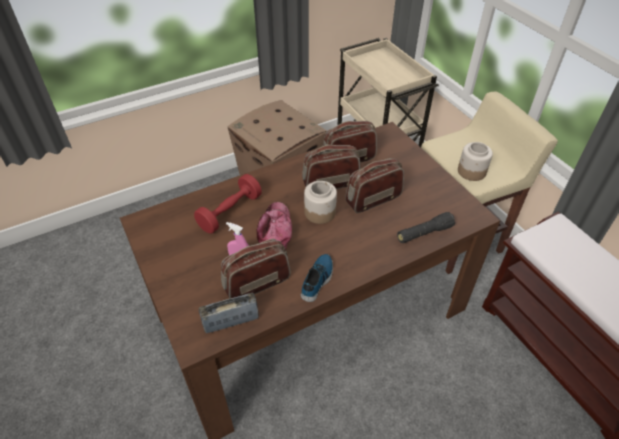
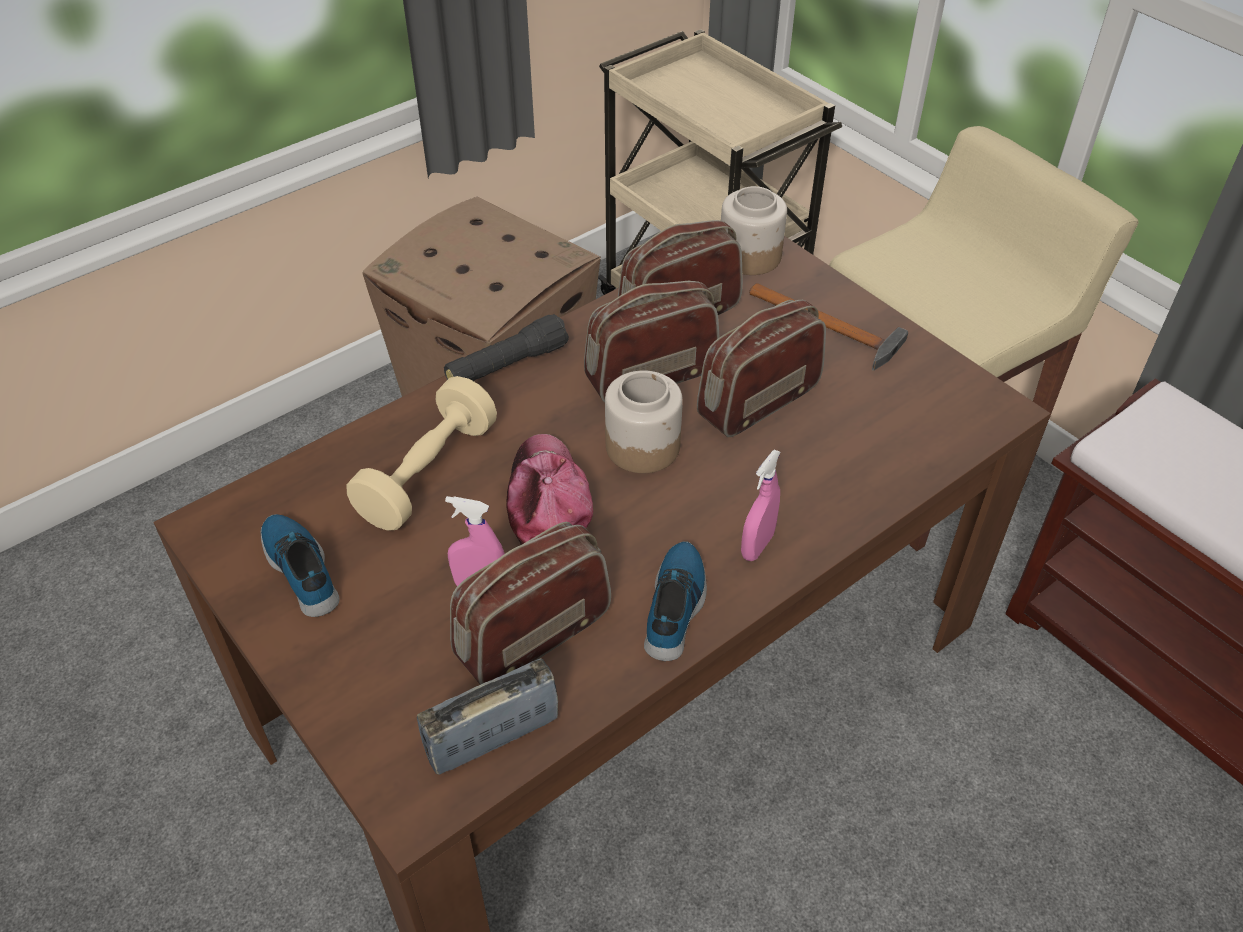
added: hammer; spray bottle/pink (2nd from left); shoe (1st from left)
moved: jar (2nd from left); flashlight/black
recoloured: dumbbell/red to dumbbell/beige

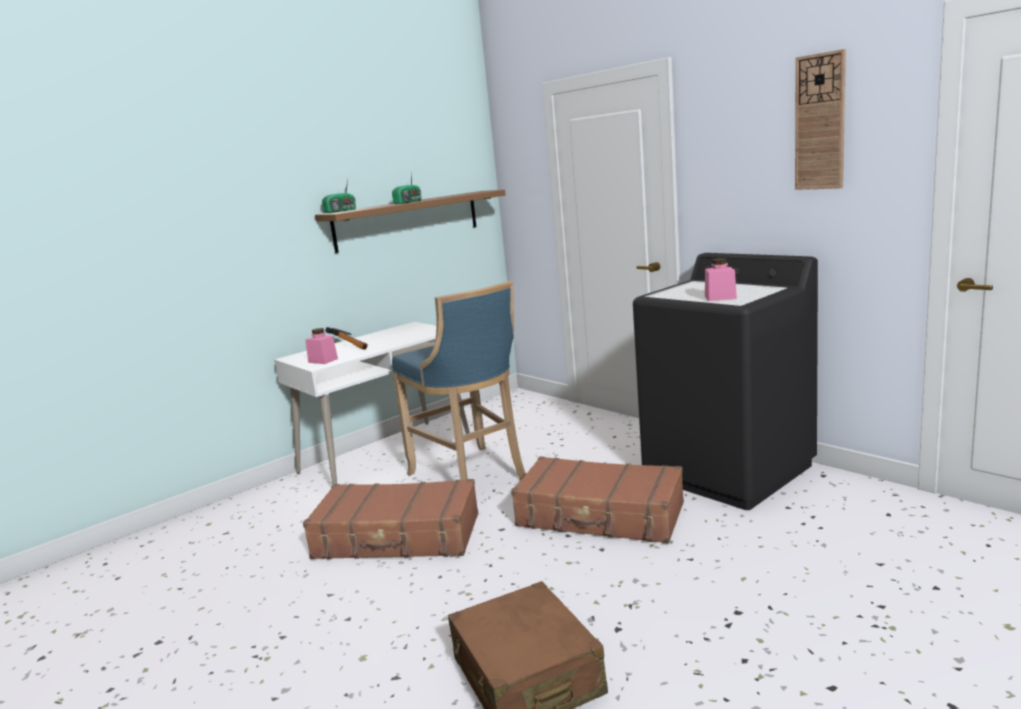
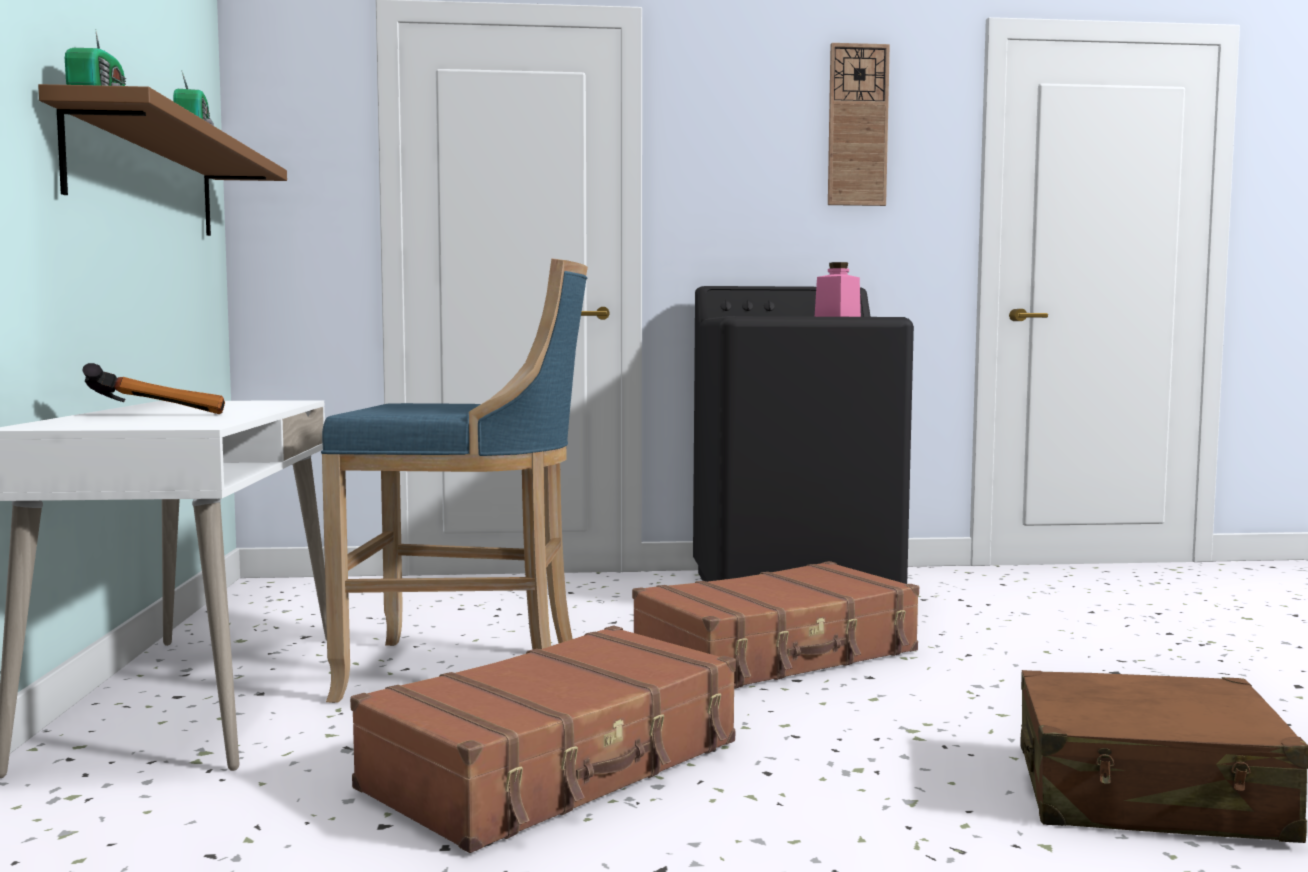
removed: jar/pink (1st from left)

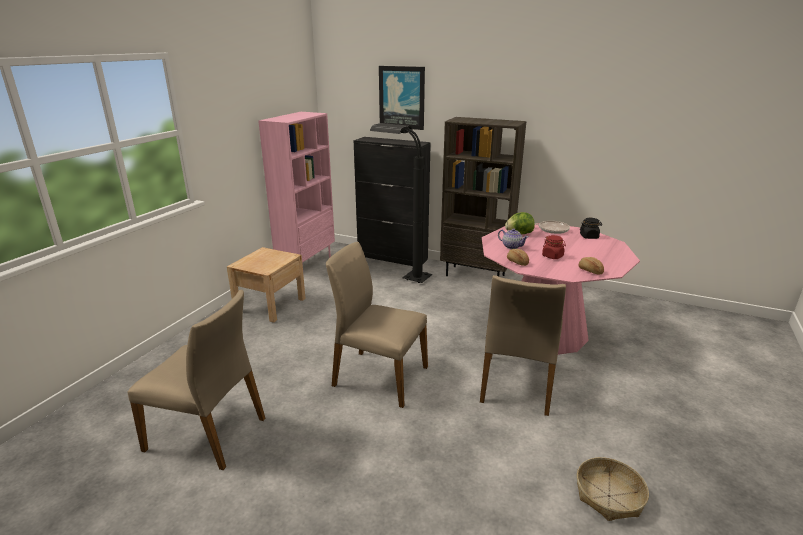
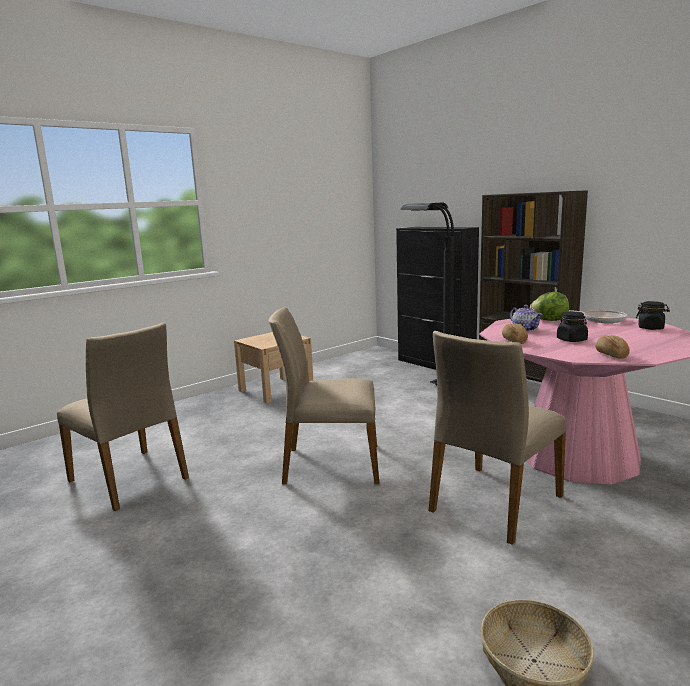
removed: picture; bookcase/pink
recoloured: jar/red to jar/black (1st from left)
turned: chair/beige (2nd from left) 45 degrees counterclockwise

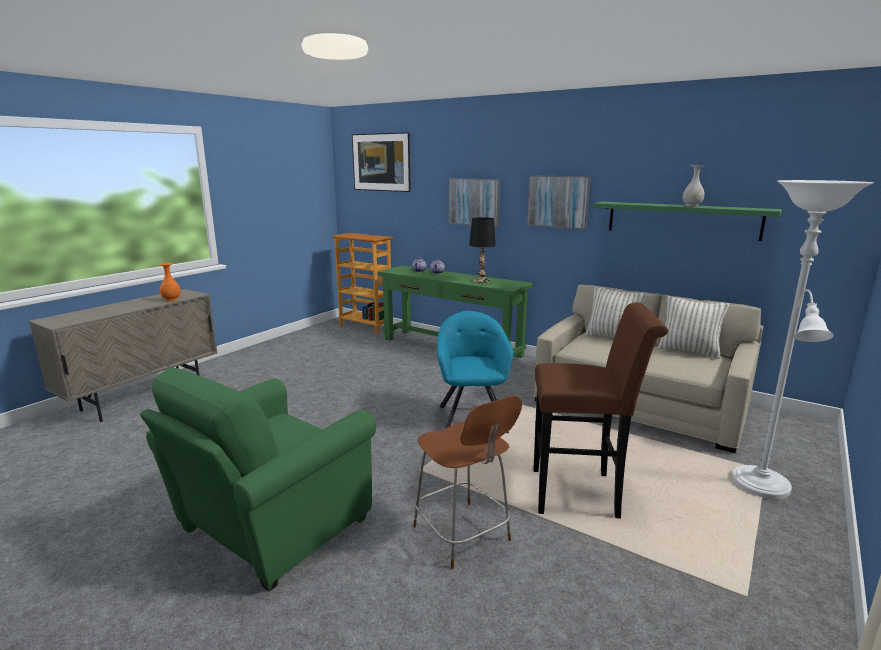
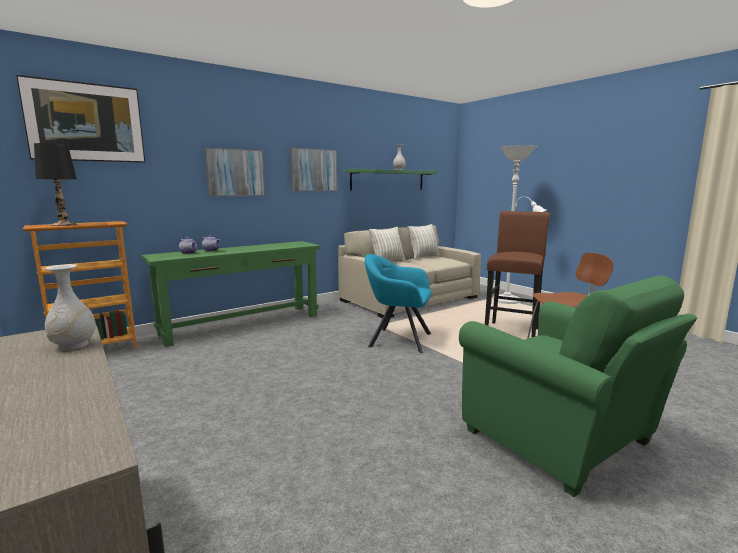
moved: table lamp/black
recoloured: vase/orange to vase/white (1st from left)

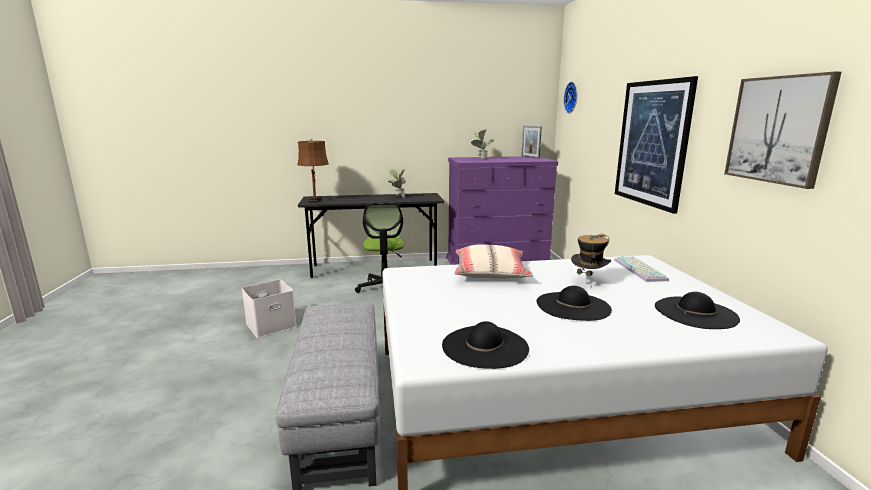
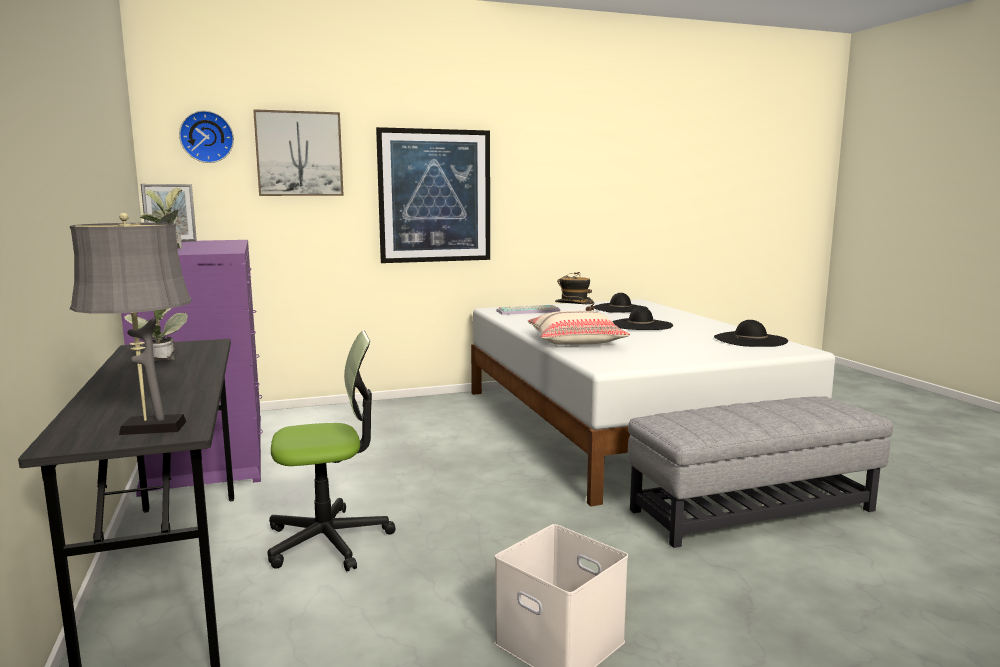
moved: picture (2nd from left in the first image) to picture (1st from left)
recoloured: table lamp/brown to table lamp/grey

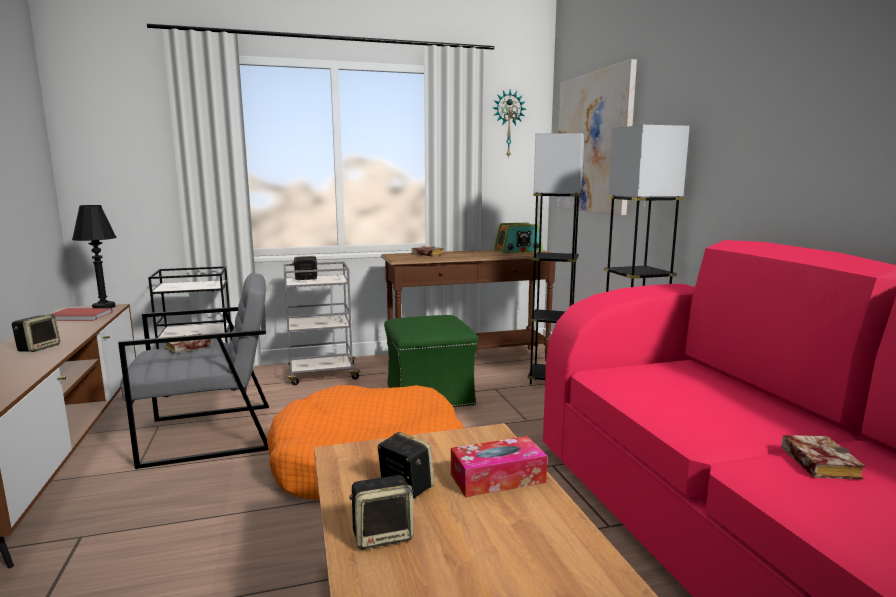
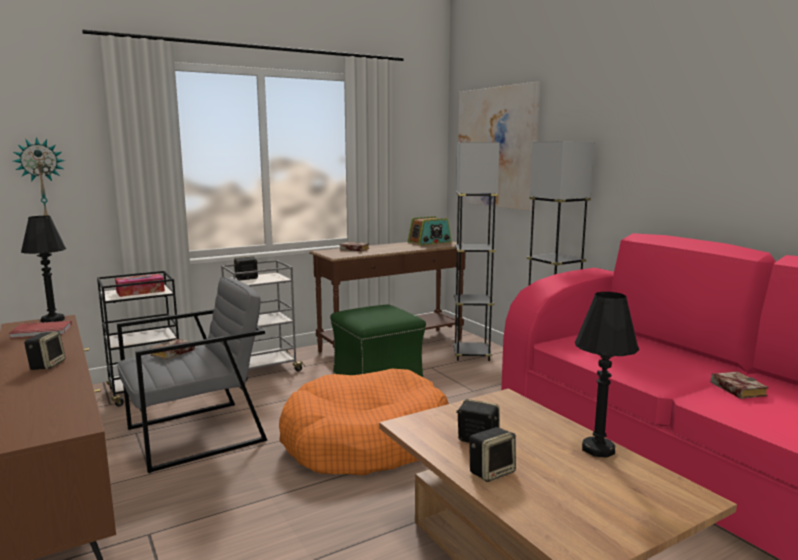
added: table lamp/black (2nd from left)
moved: wall clock; tissue box

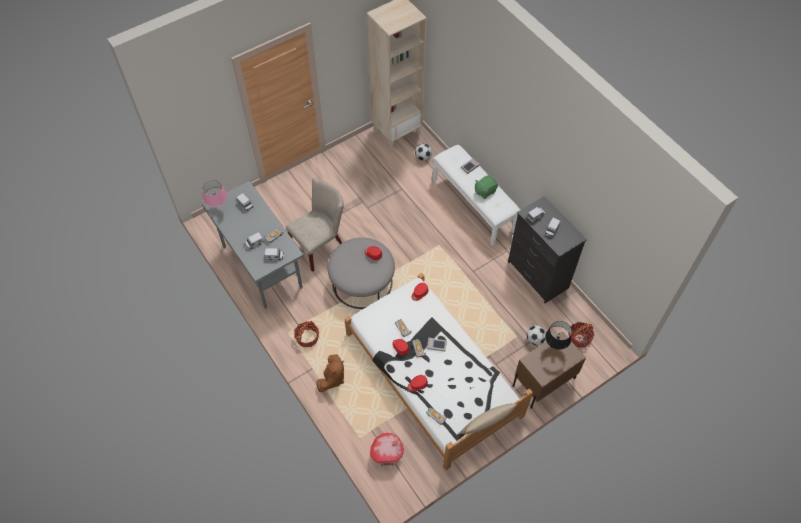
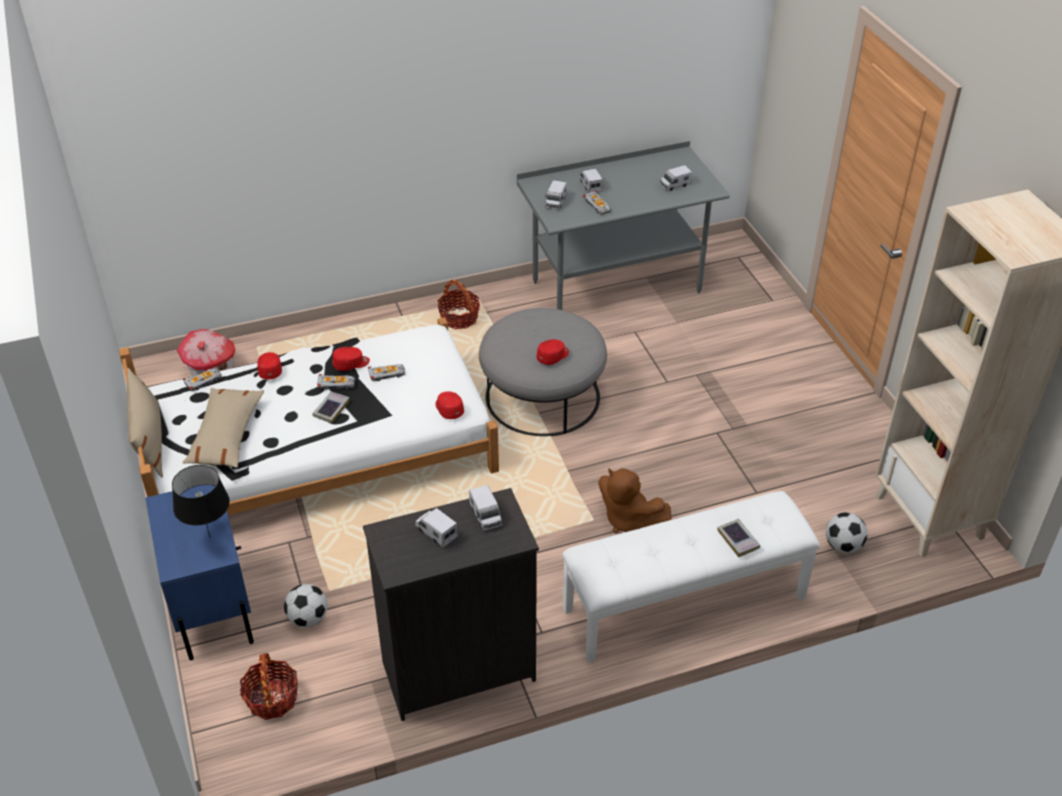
removed: plush toy/green; chair/beige; table lamp/pink
added: pillow/beige (2nd from left)
moved: plush toy/brown
recoloured: nightstand/brown to nightstand/blue

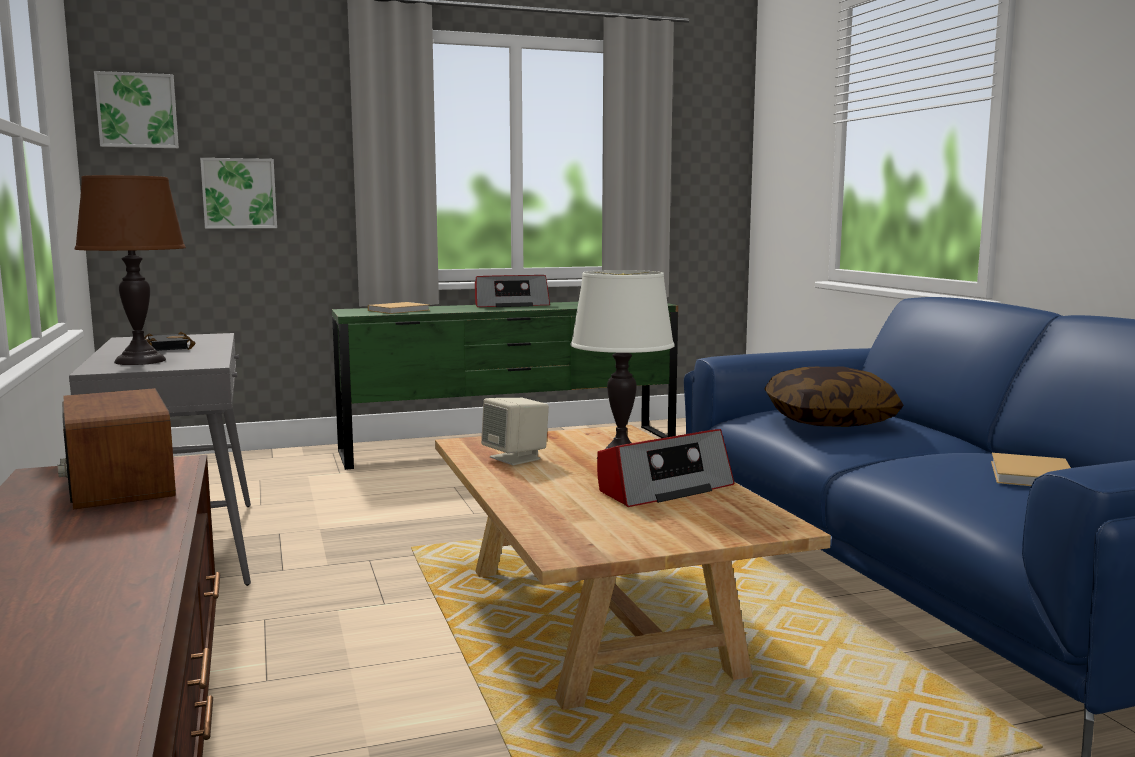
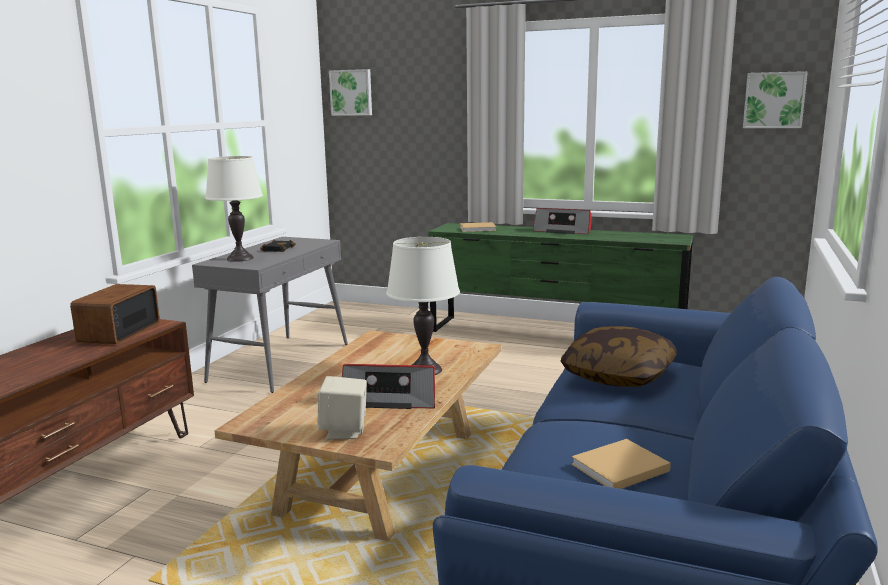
moved: picture (2nd from left); speaker/beige
recoloured: table lamp/brown to table lamp/white (1st from left)

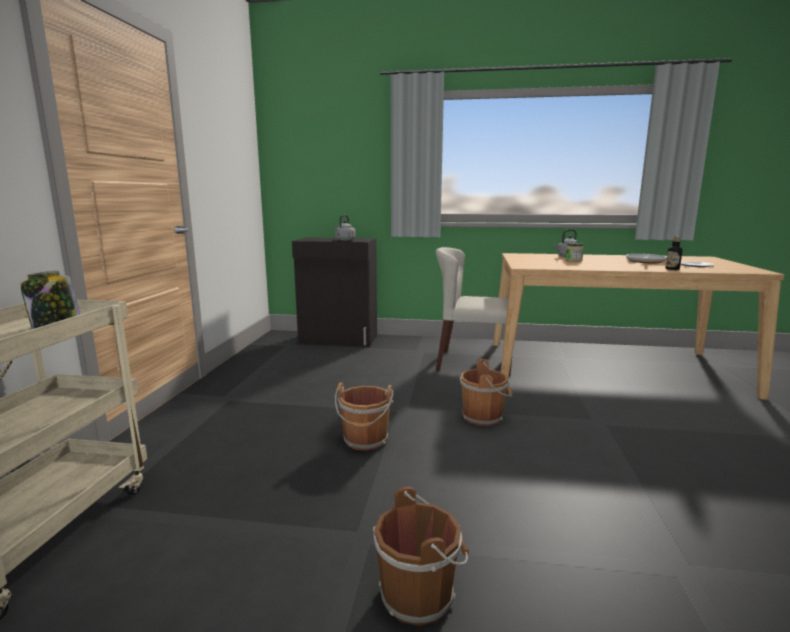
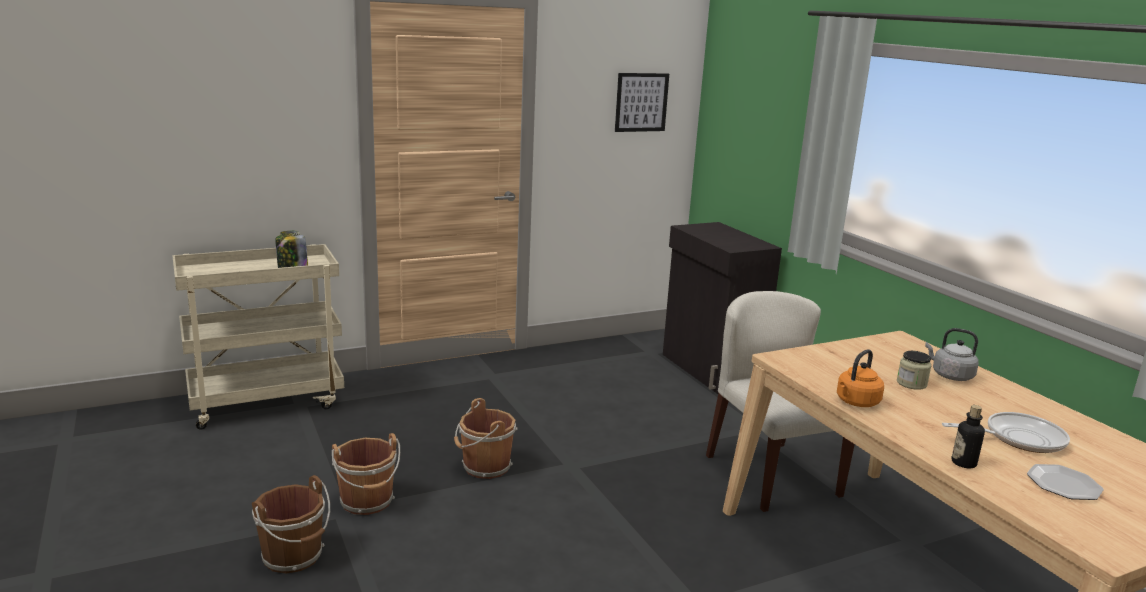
removed: kettle/grey (1st from left)
added: picture; kettle/orange
moved: bucket/brown (3rd from left in the first image) to bucket/brown (2nd from left)

